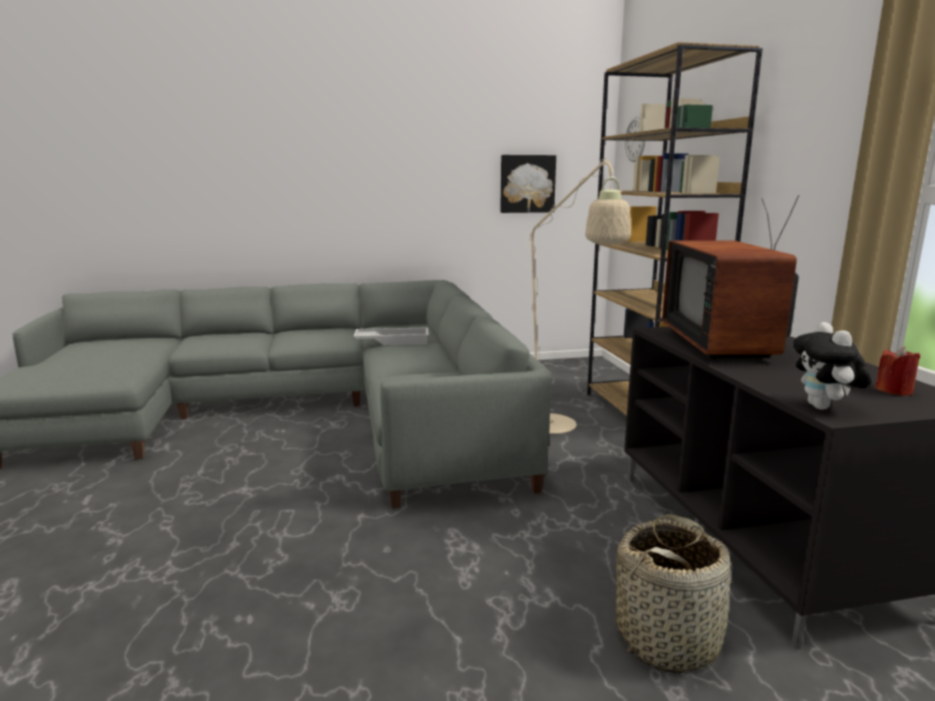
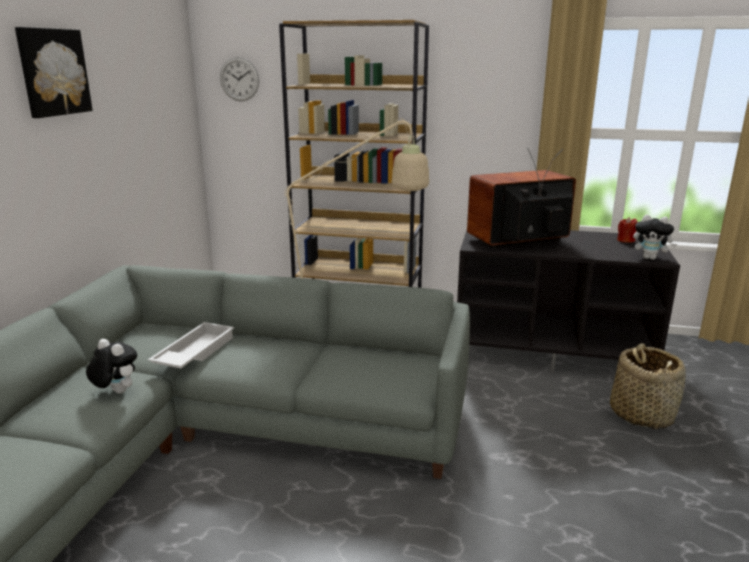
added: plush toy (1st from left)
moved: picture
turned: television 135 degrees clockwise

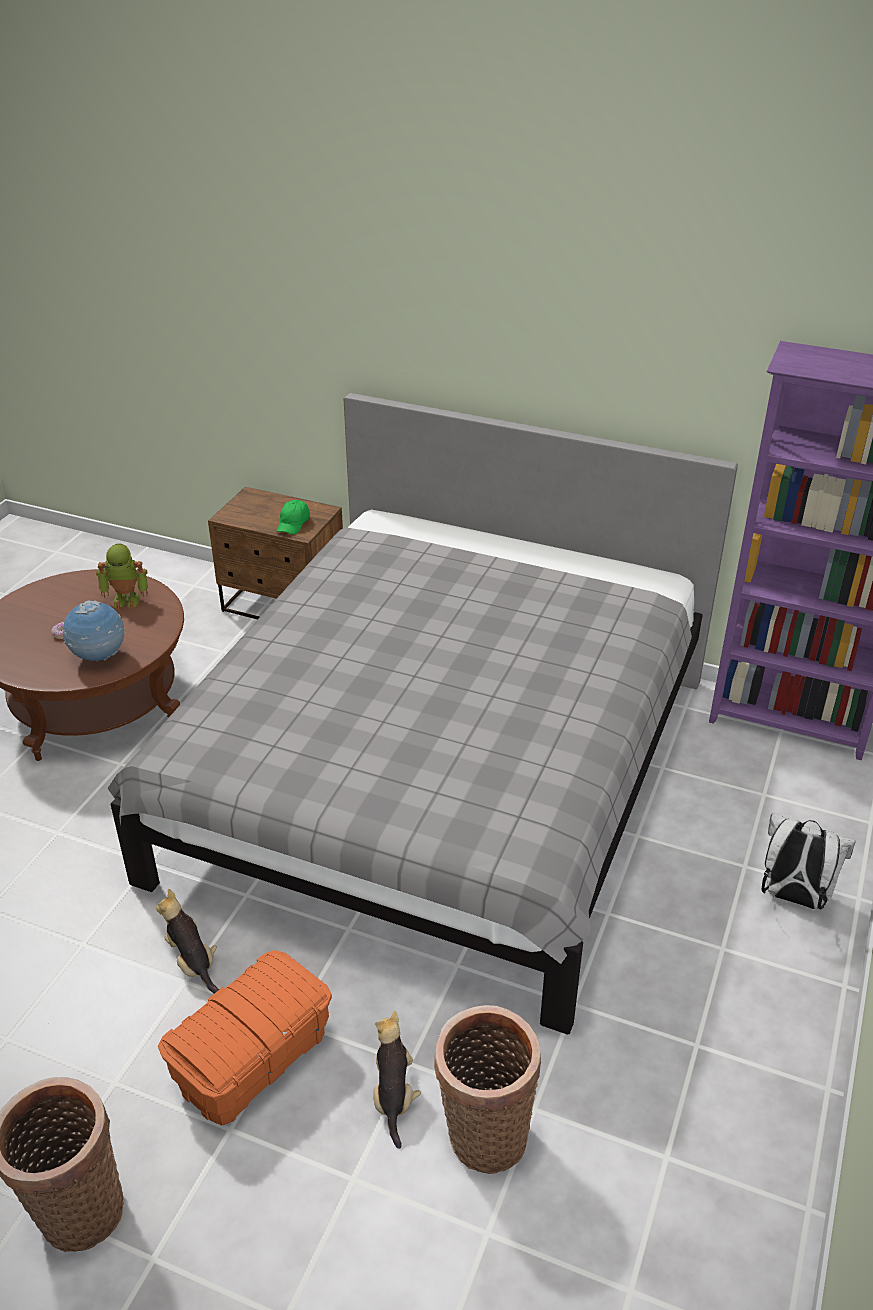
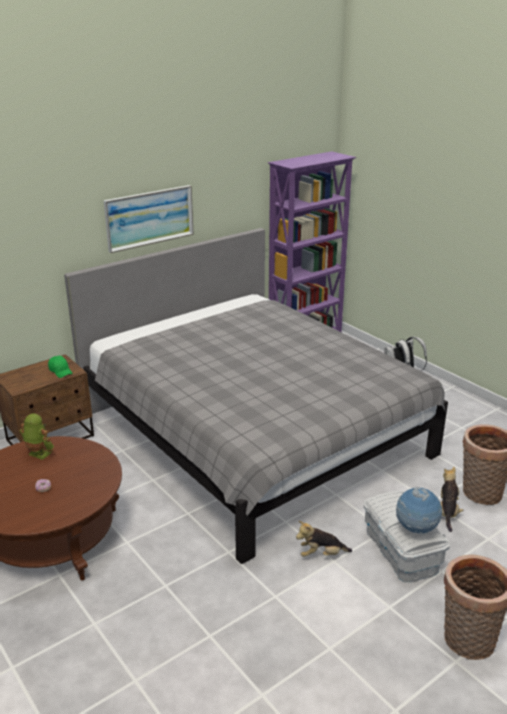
added: picture
moved: globe
recoloured: storage box/orange to storage box/white
turned: toy robot 90 degrees counterclockwise; plush toy (2nd from left) 75 degrees clockwise

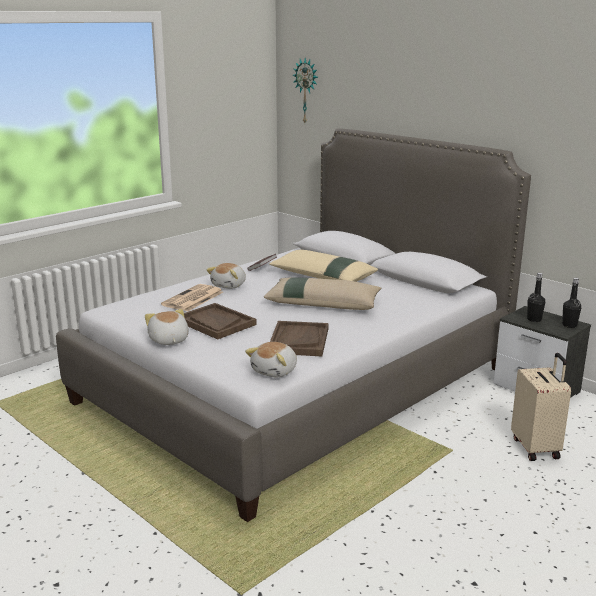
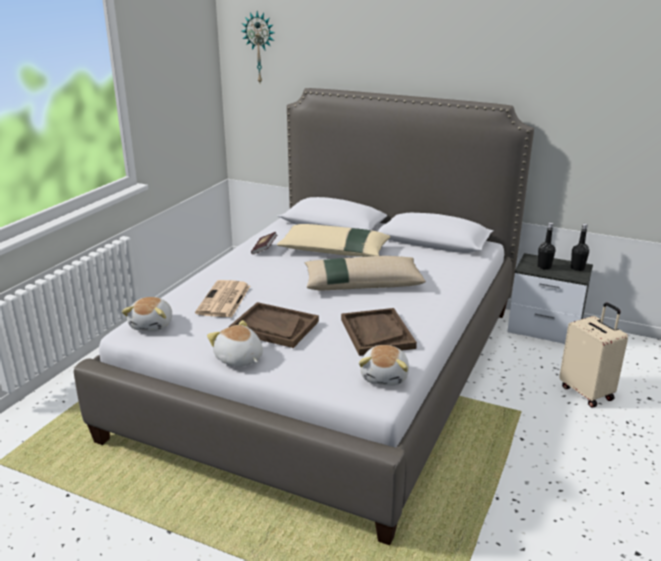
moved: plush toy (2nd from left in the first image) to plush toy (1st from left)

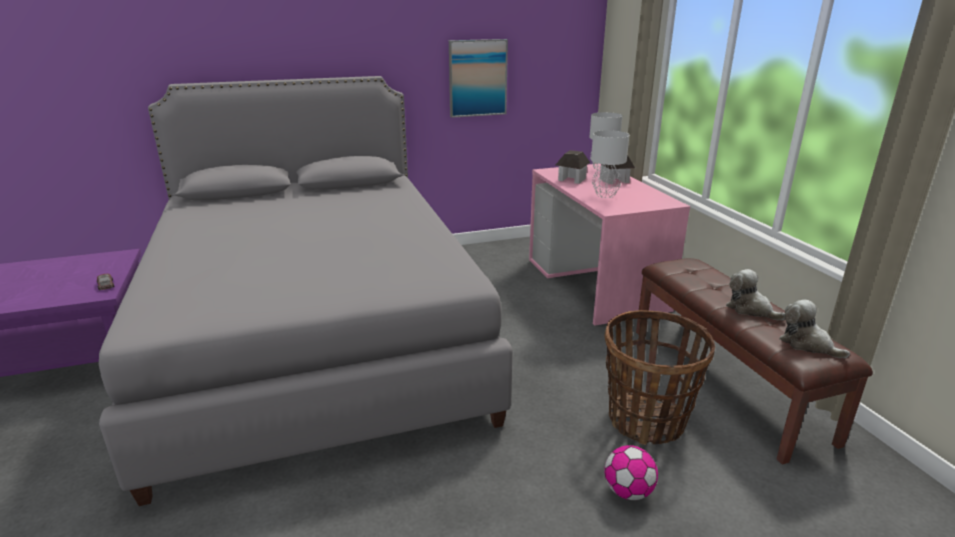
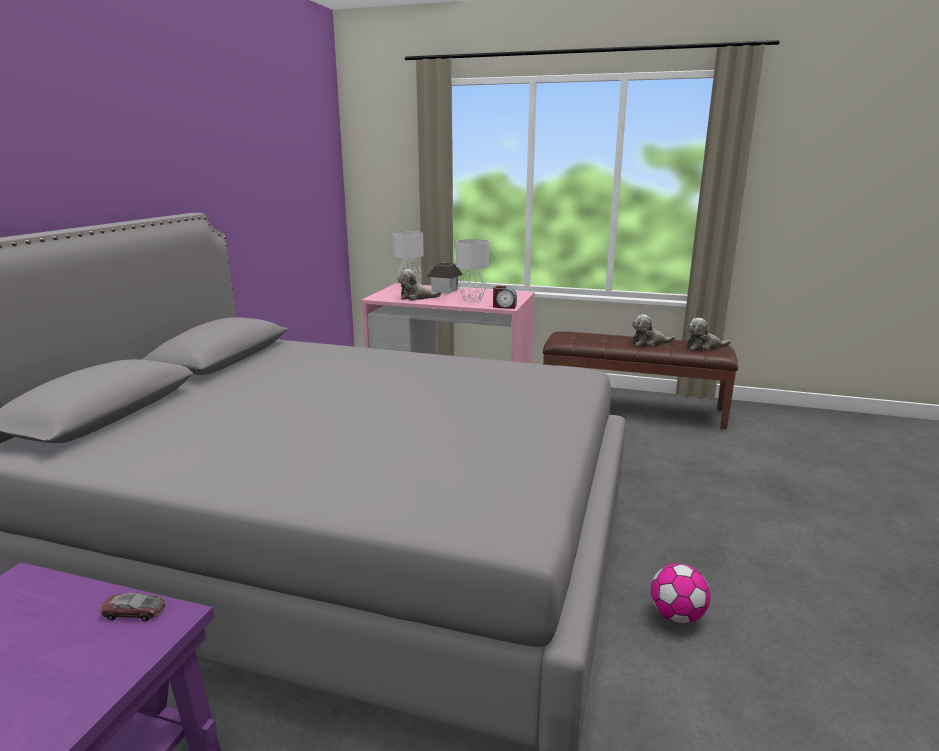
removed: picture; basket
added: alarm clock
moved: football
replaced: toy house (1st from left) to plush toy (1st from left)

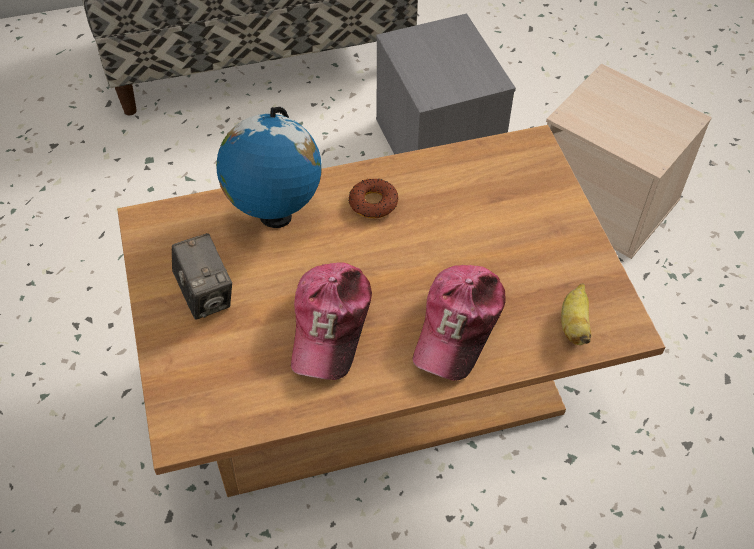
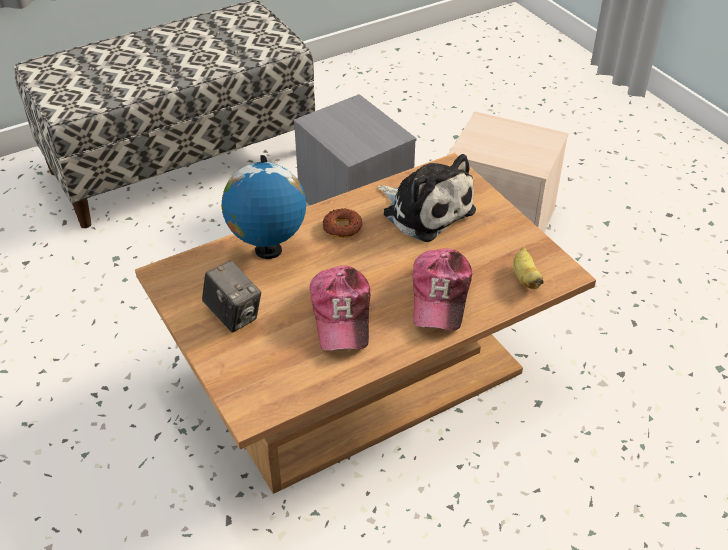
added: plush toy

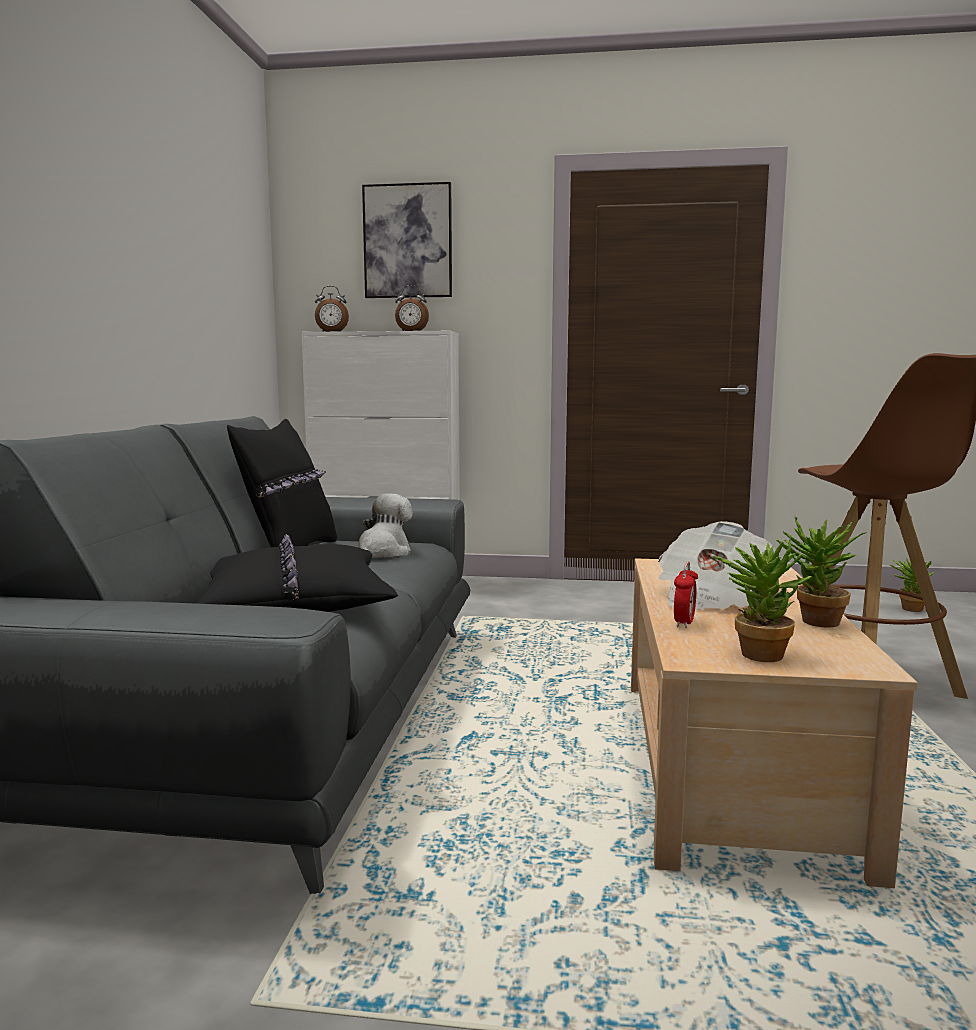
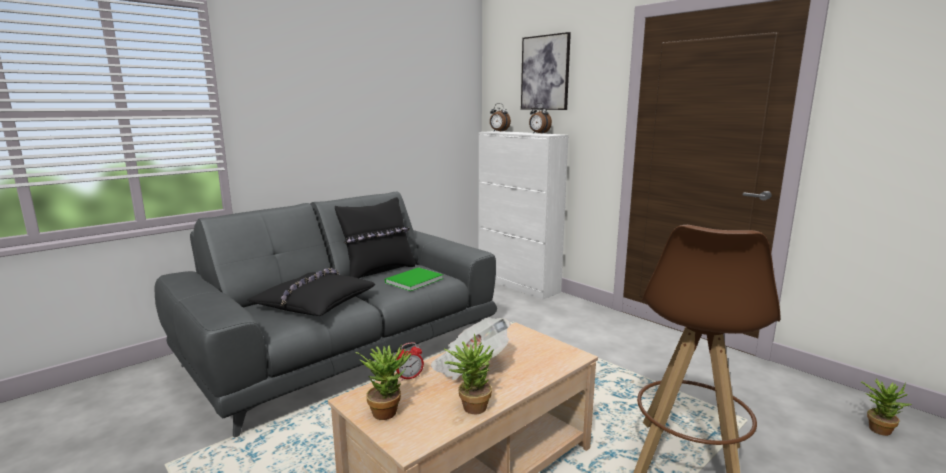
replaced: plush toy to book/green

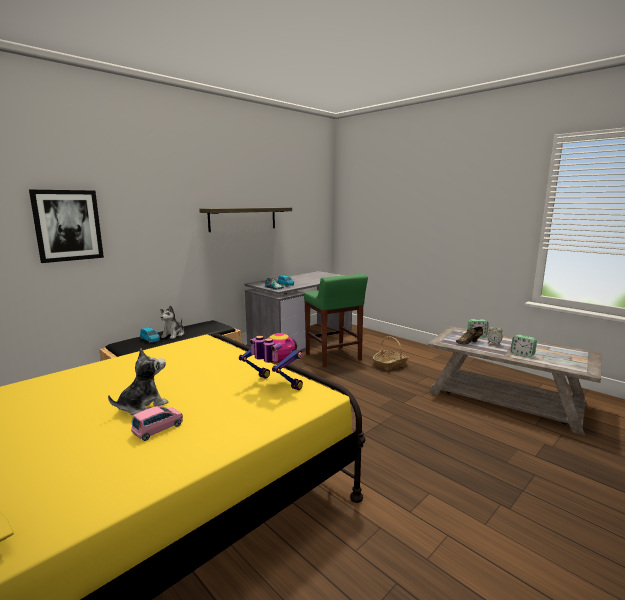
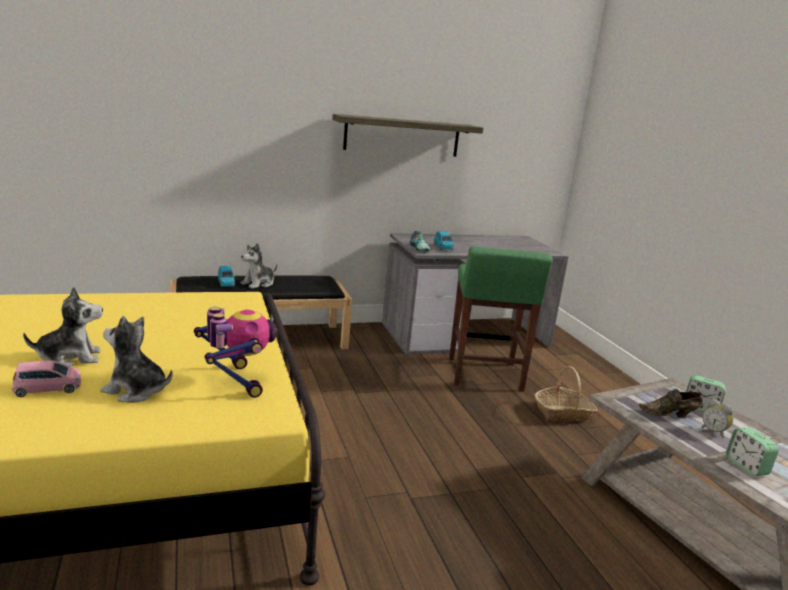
removed: picture
added: plush toy (2nd from left)

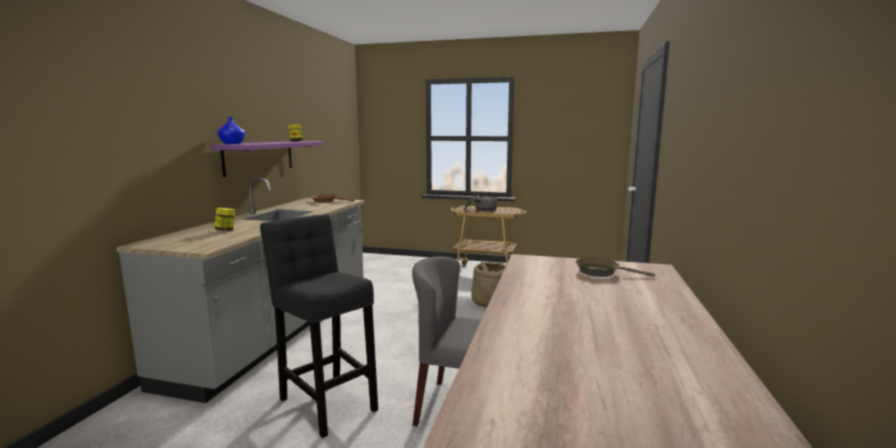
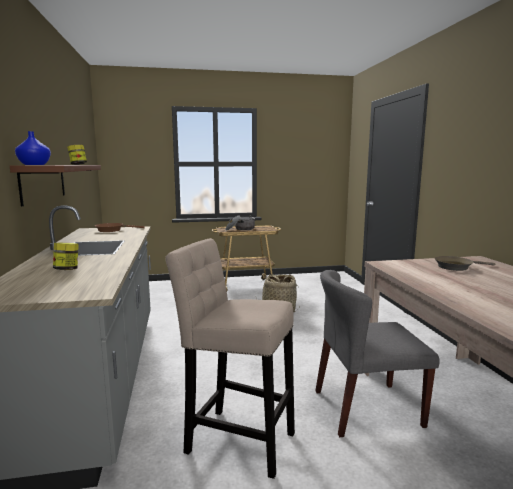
recoloured: shelf/purple to shelf/brown; stool/black to stool/beige

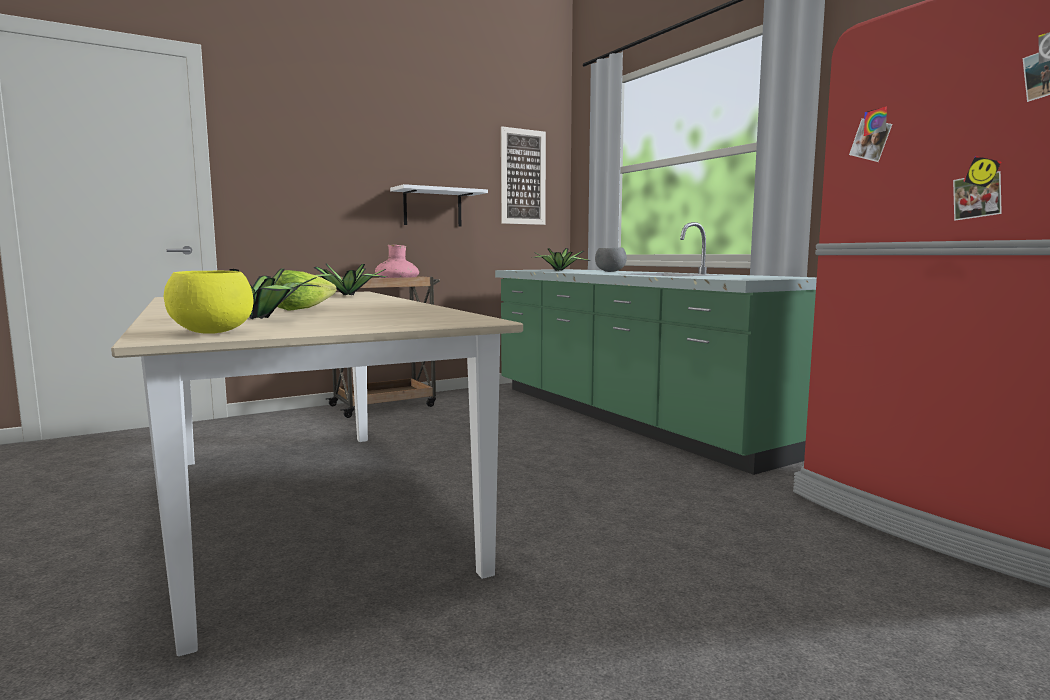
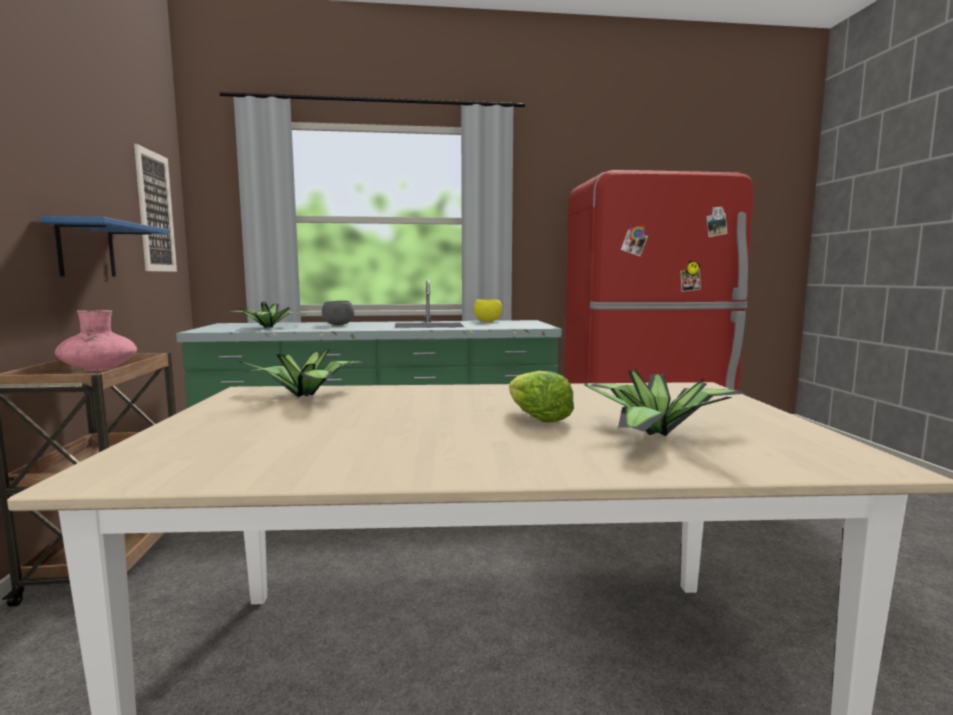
moved: bowl/yellow
recoloured: shelf/white to shelf/blue

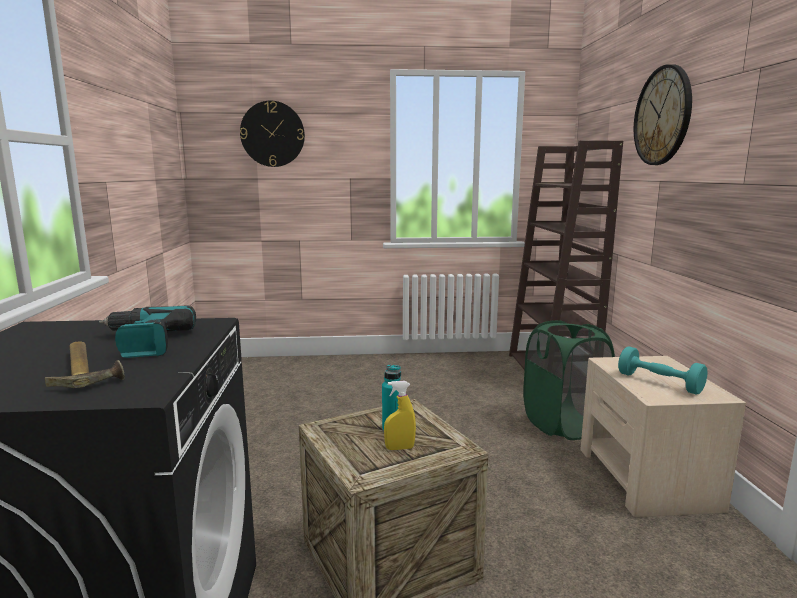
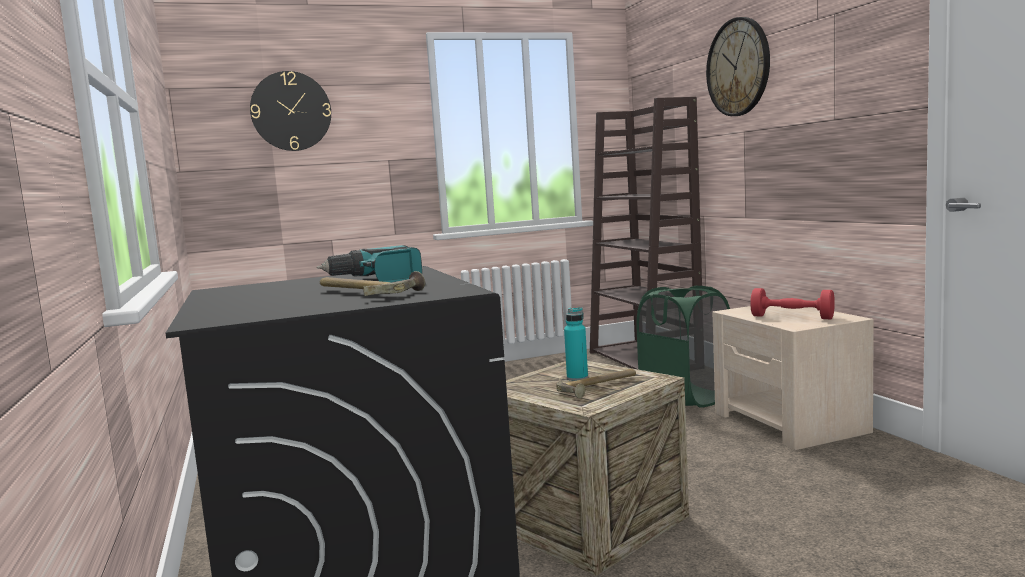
replaced: spray bottle/yellow to hammer (2nd from left)
recoloured: dumbbell/turquoise to dumbbell/red

